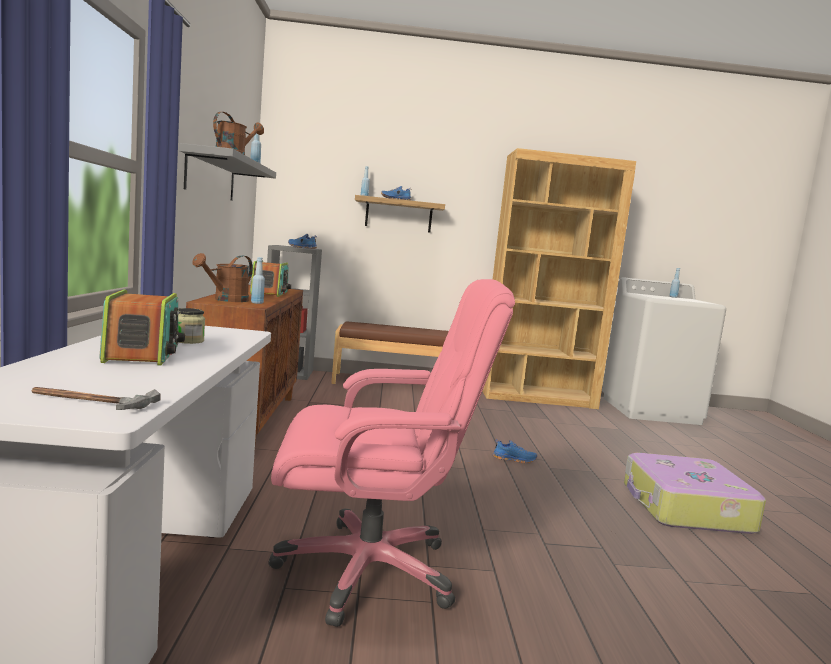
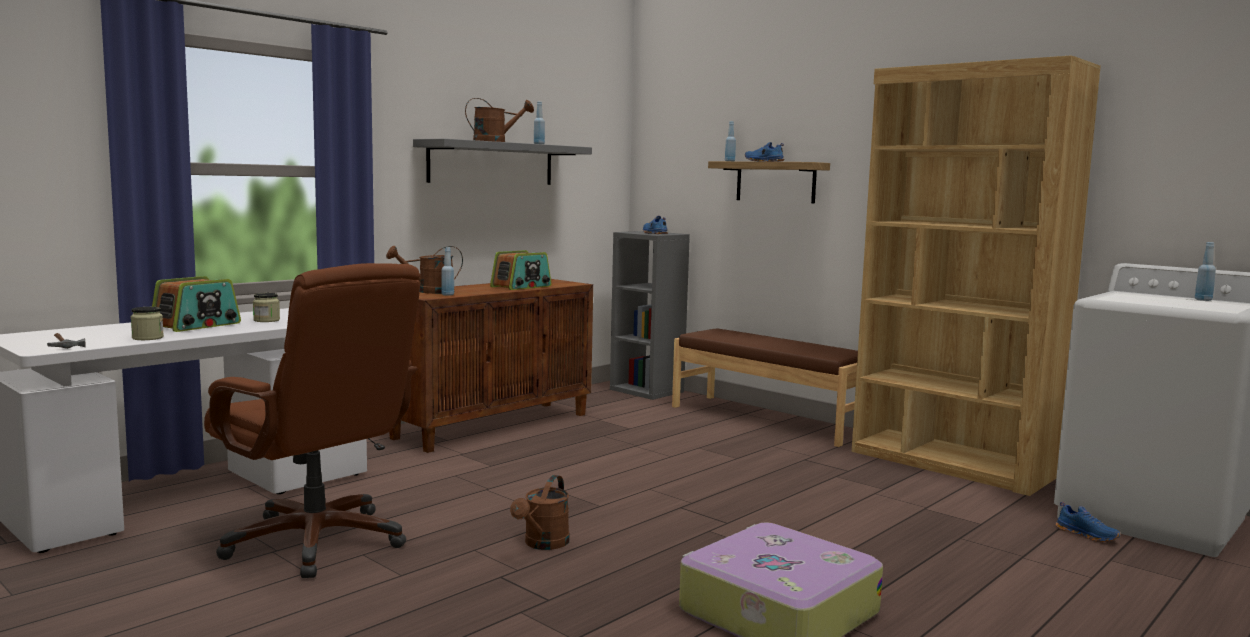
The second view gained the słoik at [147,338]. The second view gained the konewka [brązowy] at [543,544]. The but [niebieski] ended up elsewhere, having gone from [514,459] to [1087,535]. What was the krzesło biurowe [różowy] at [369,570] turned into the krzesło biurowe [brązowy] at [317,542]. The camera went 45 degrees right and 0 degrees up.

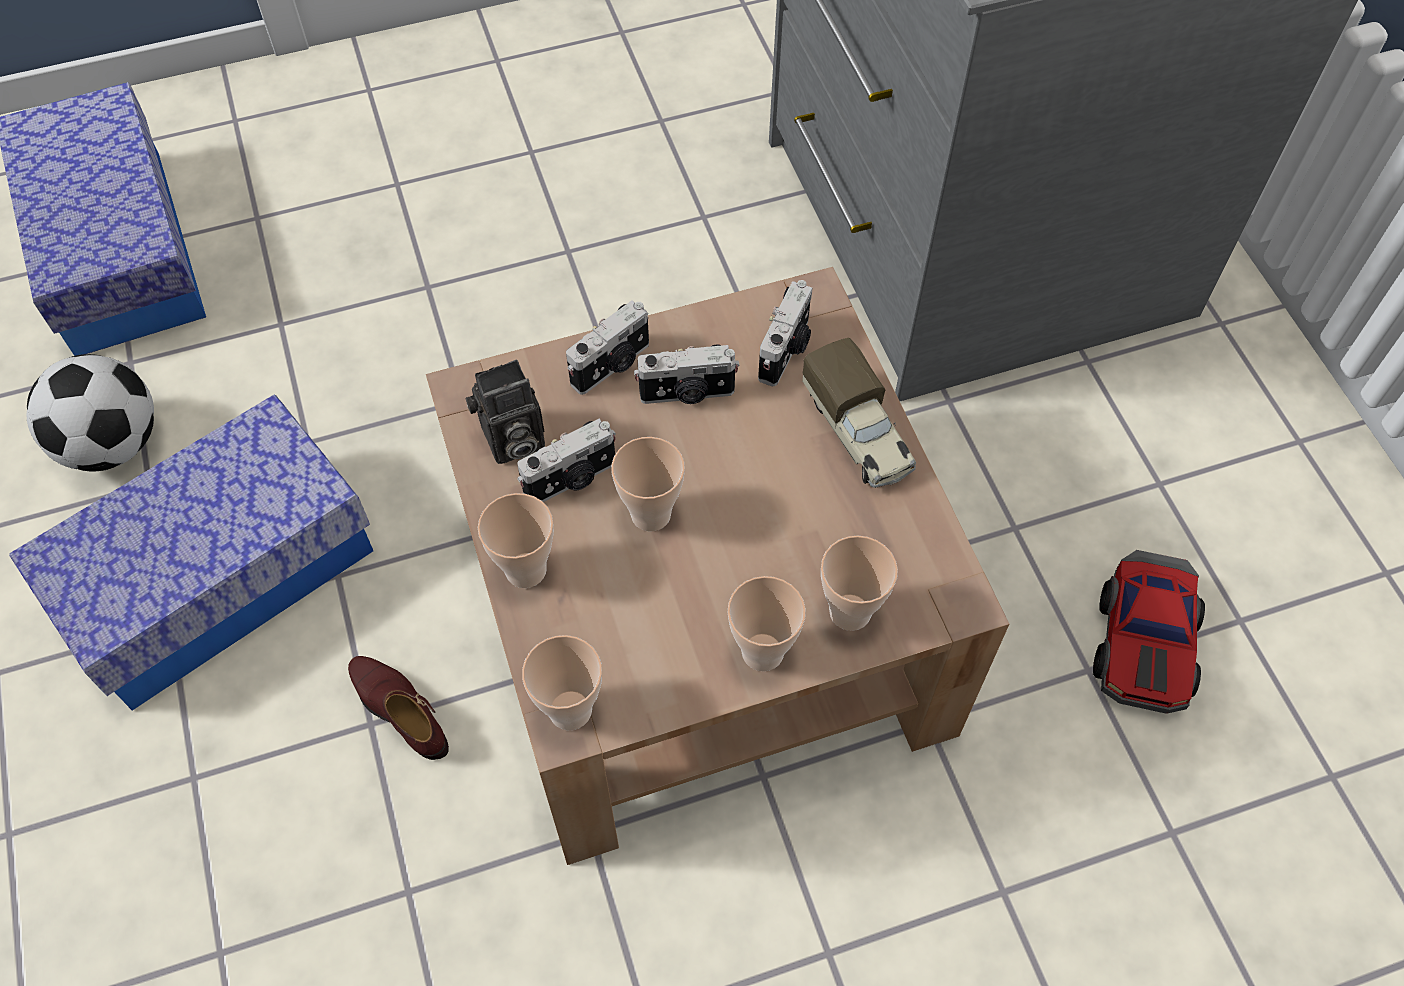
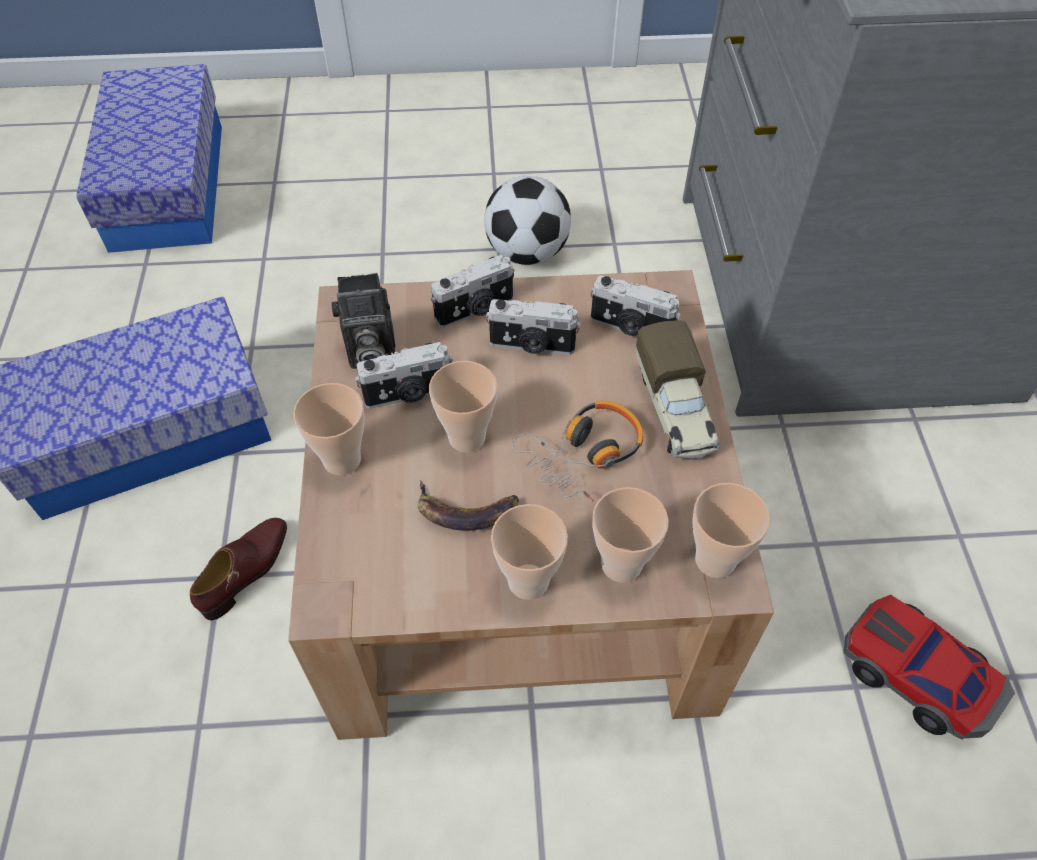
The second view gained the banan at [466,510]. The second view gained the słuchawki at [584,455]. The piłka futbolowa ended up elsewhere, having gone from [112,445] to [527,253]. The filiżanka ended up elsewhere, having gone from [570,710] to [715,560]. The but [brązowy] at [400,710] ended up facing another way, 60 degrees clockwise from before. The aparat fotograficzny at [786,350] ended up facing another way, 75 degrees clockwise from before. The samochodzik at [1145,643] ended up facing another way, 105 degrees clockwise from before. The camera went 15 degrees right and 5 degrees down.

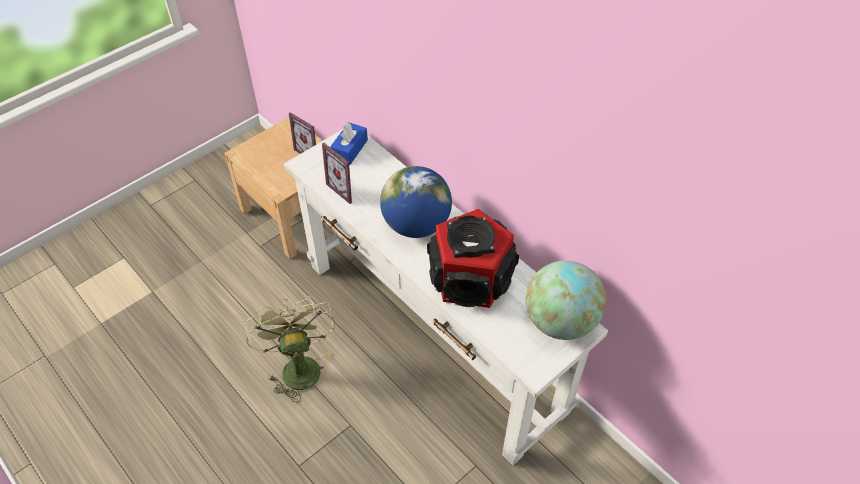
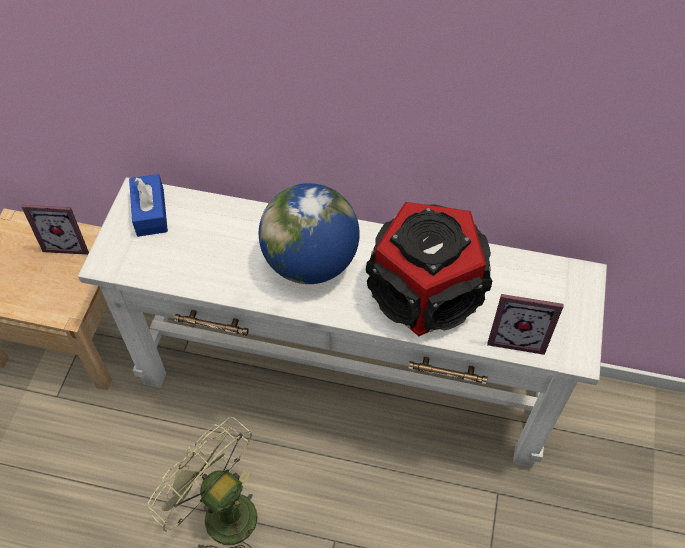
The second view lost the globus at [560,321]. The ramka na zdjęcie ended up elsewhere, having gone from [346,188] to [517,335]. The camera went 35 degrees left and 5 degrees up.

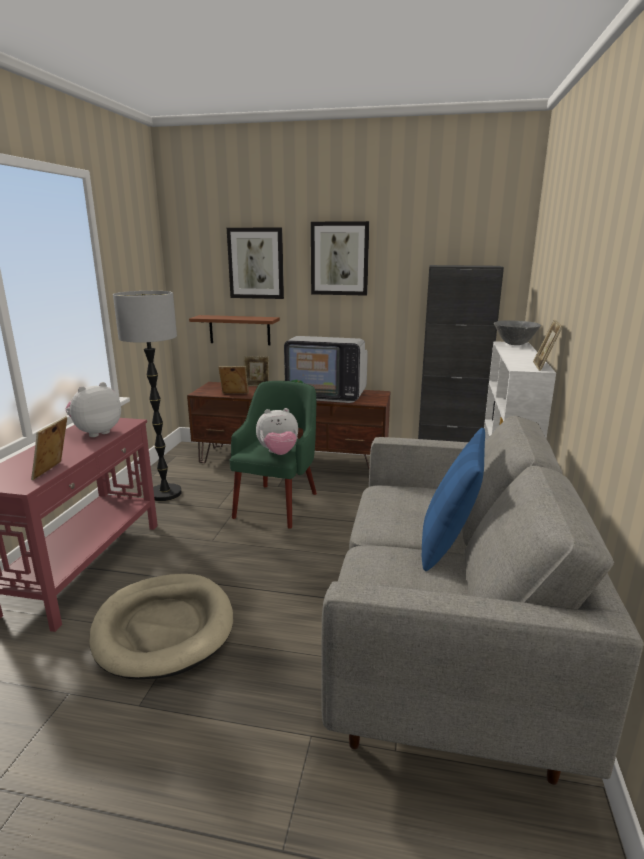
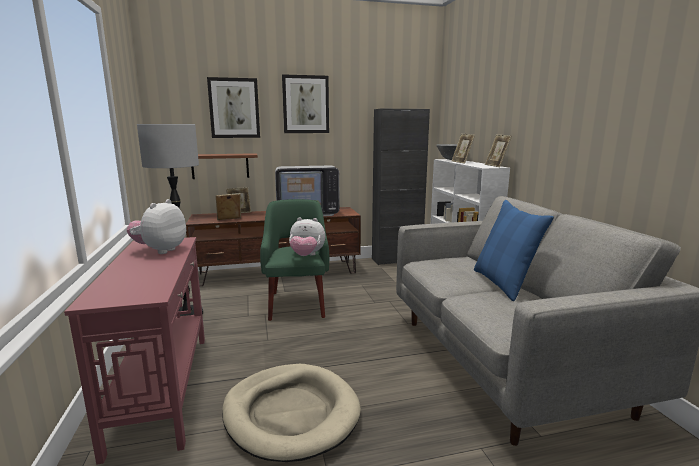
The ramka na zdjęcie ended up elsewhere, having gone from [53,471] to [461,162]. The pluszak at [278,453] ended up facing another way, 45 degrees clockwise from before. The camera went 25 degrees left and 5 degrees down.

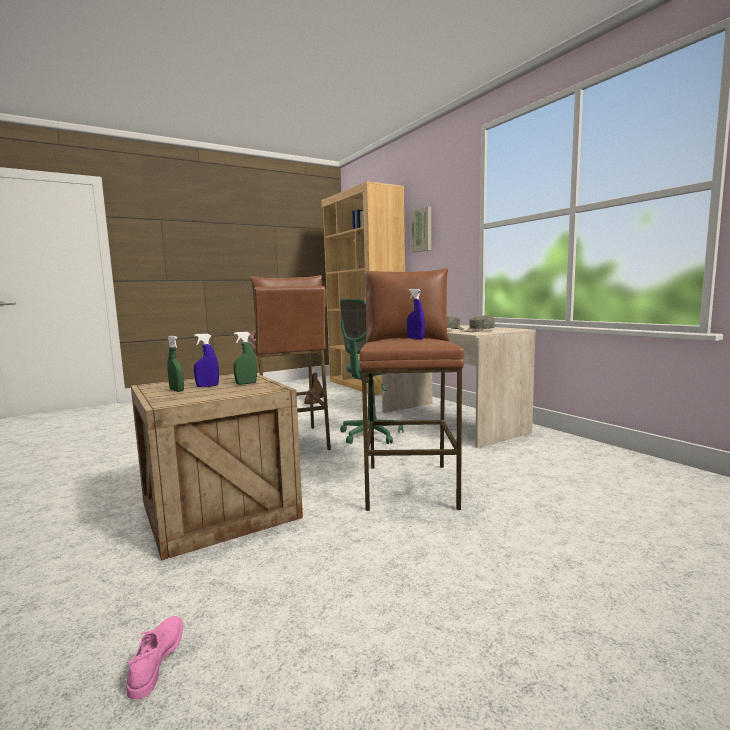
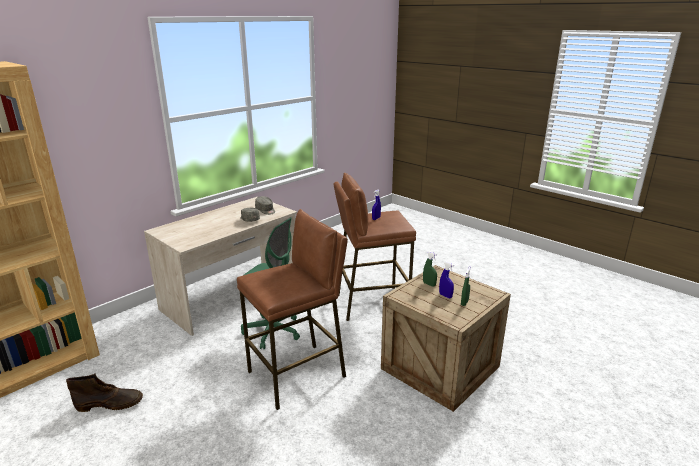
The second view lost the but [różowy] at [157,661]. The second view lost the obraz at [422,230]. The camera went 105 degrees left and 15 degrees up.

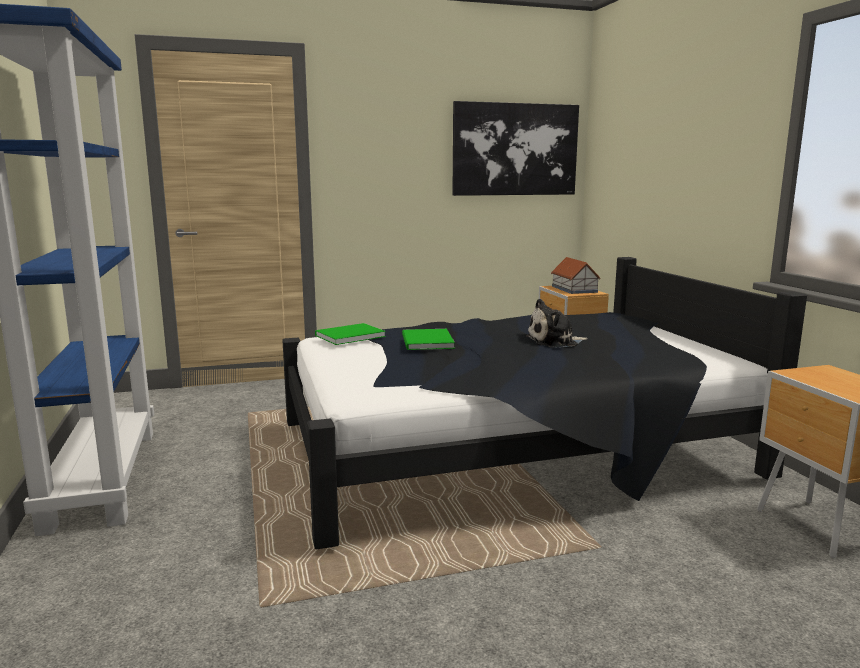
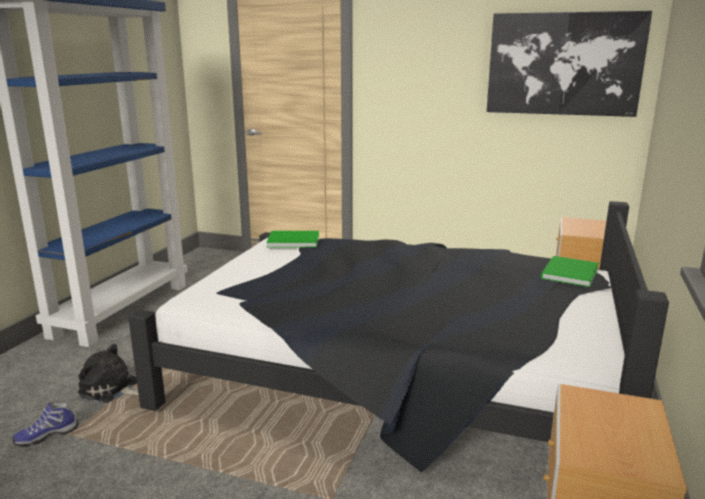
The second view lost the domek at [574,289]. The second view gained the but at [47,435]. The książka [zielony] ended up elsewhere, having gone from [426,342] to [568,273]. The pluszak ended up elsewhere, having gone from [555,342] to [111,389]. The camera went 35 degrees right and 5 degrees up.

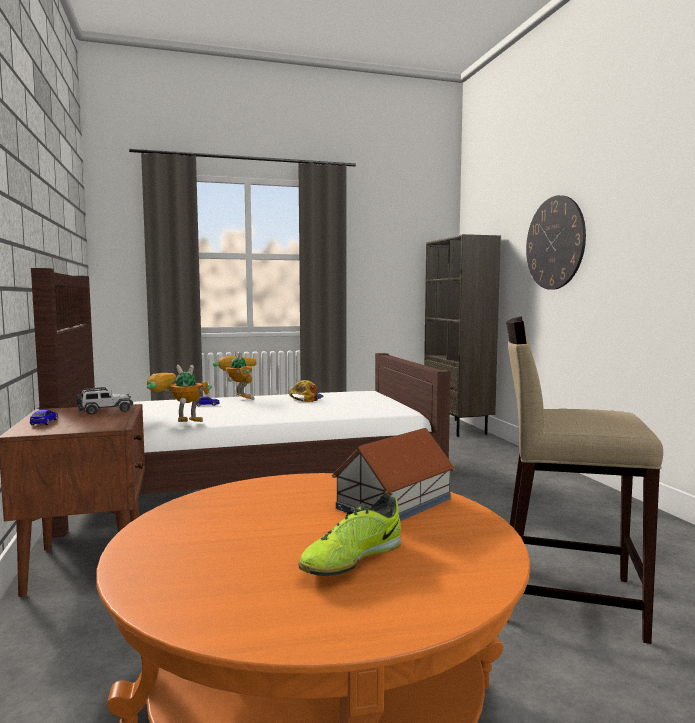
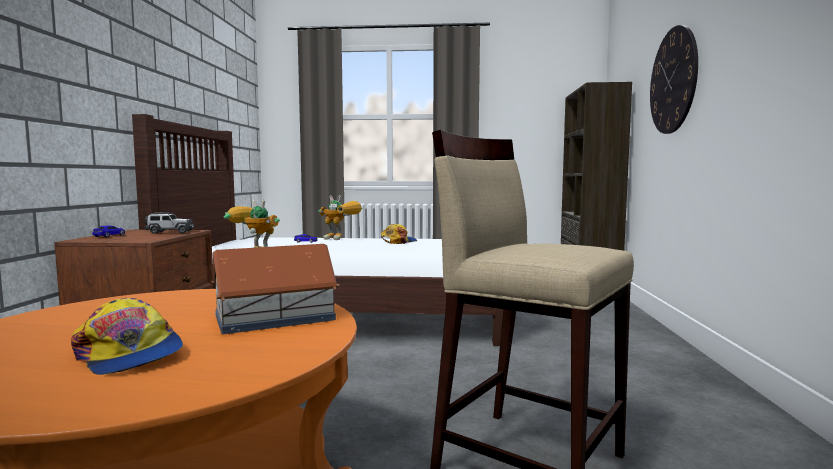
Where the but stood at [352,560], the czapka z daszkiem came to stand at [129,354]. The robot zabawkowy at [238,398] ended up facing another way, 120 degrees clockwise from before. The camera went 20 degrees right and 0 degrees up.

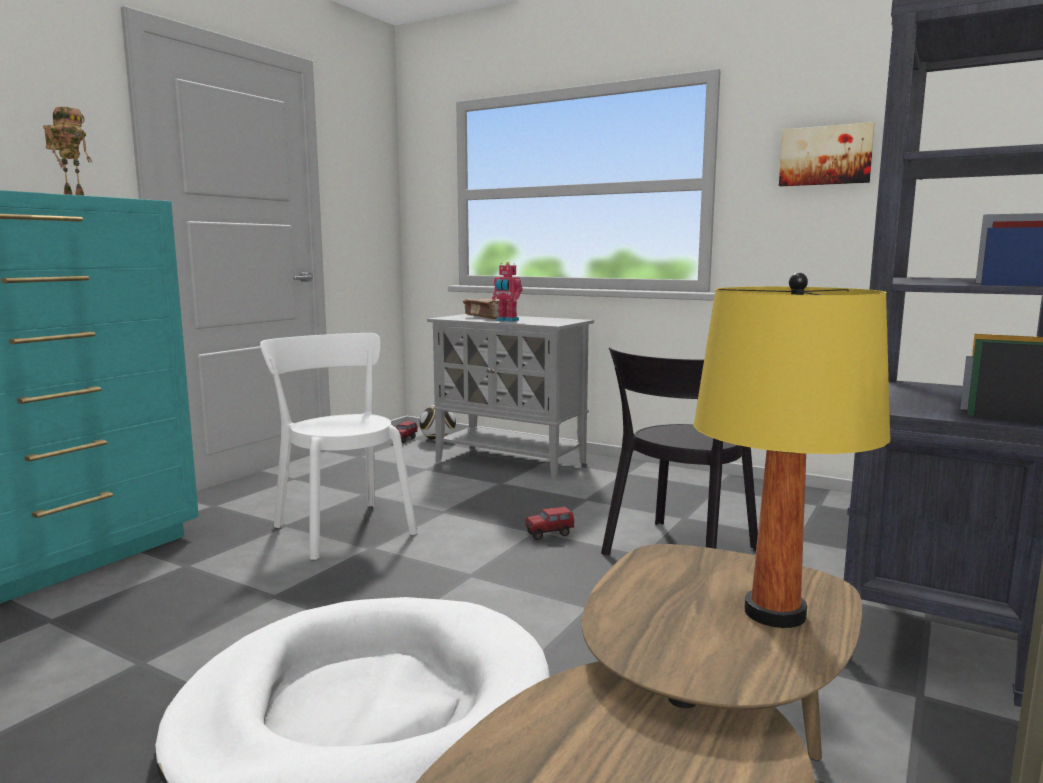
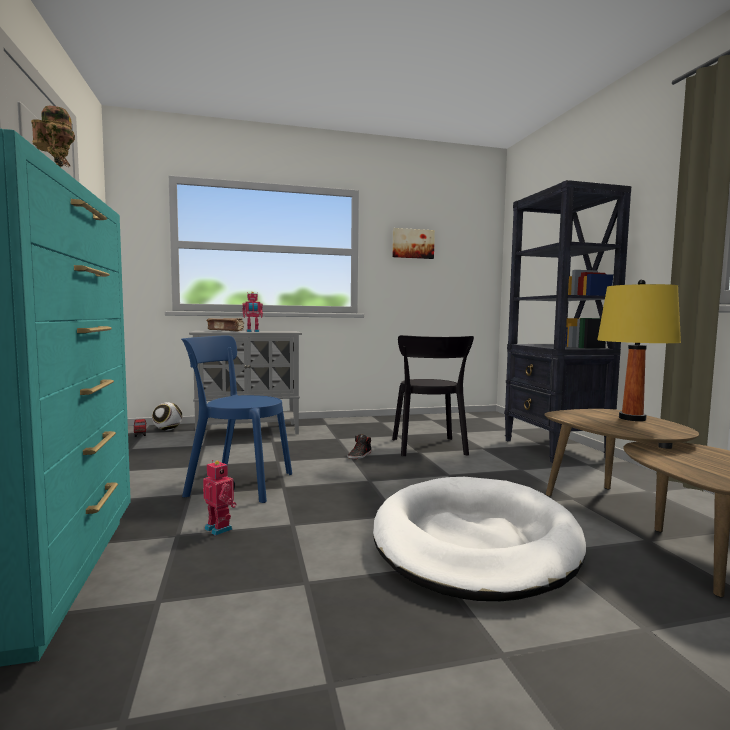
The second view gained the robot zabawkowy at [220,528]. Where the ciężarówka zabawkowa stood at [549,534], the but [czarny] came to stand at [360,455]. What was the krzesło [biały] at [342,527] turned into the krzesło [niebieski] at [235,484]. The camera went 45 degrees left and 5 degrees down.

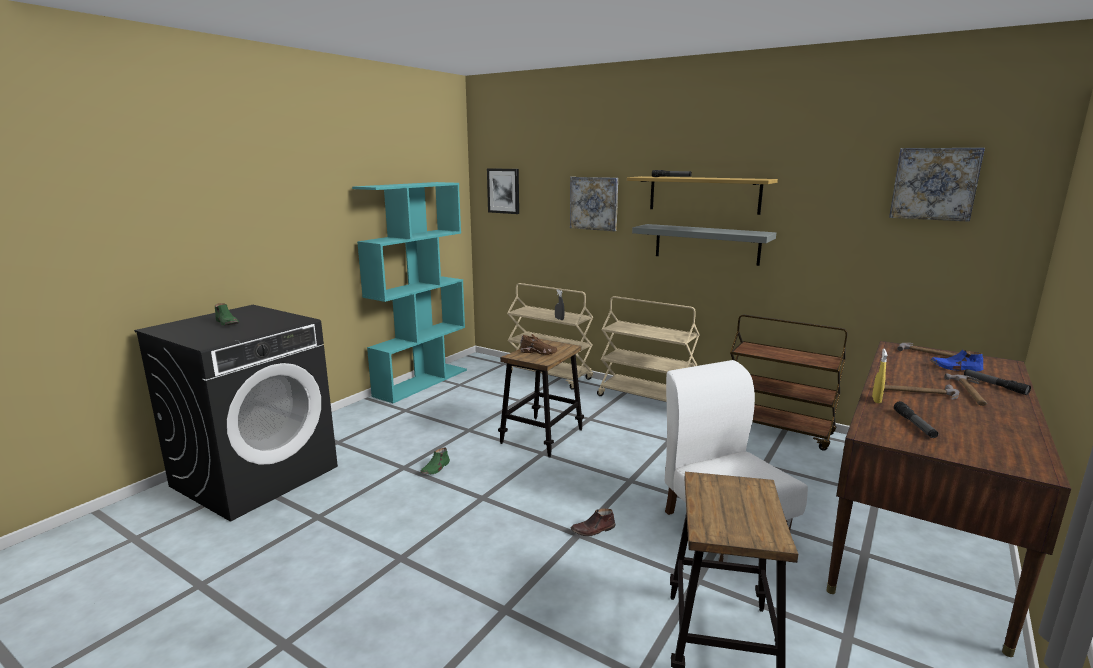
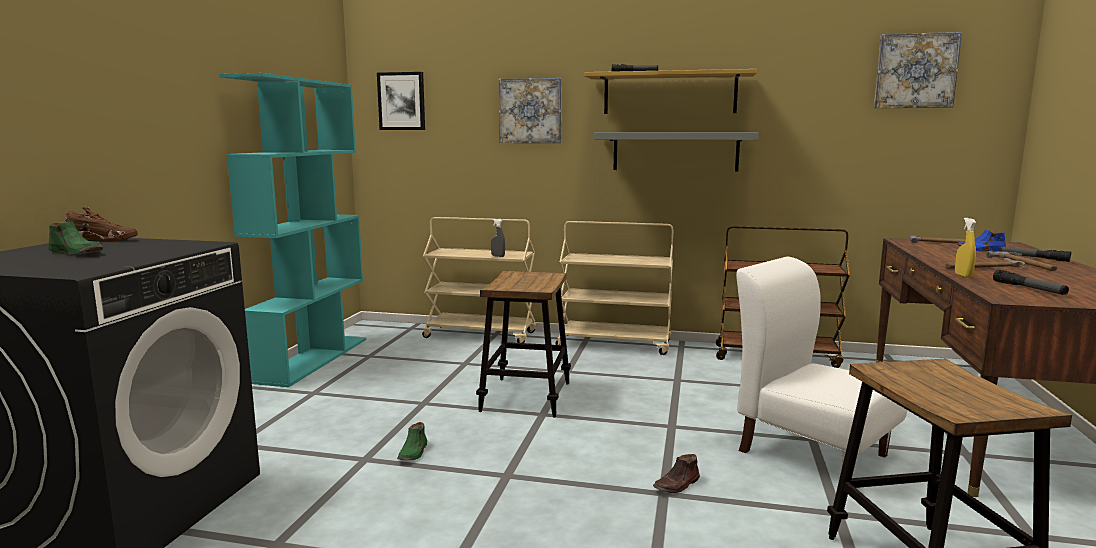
The but [brązowy] ended up elsewhere, having gone from [538,352] to [103,240]. The camera went 20 degrees left and 5 degrees down.

